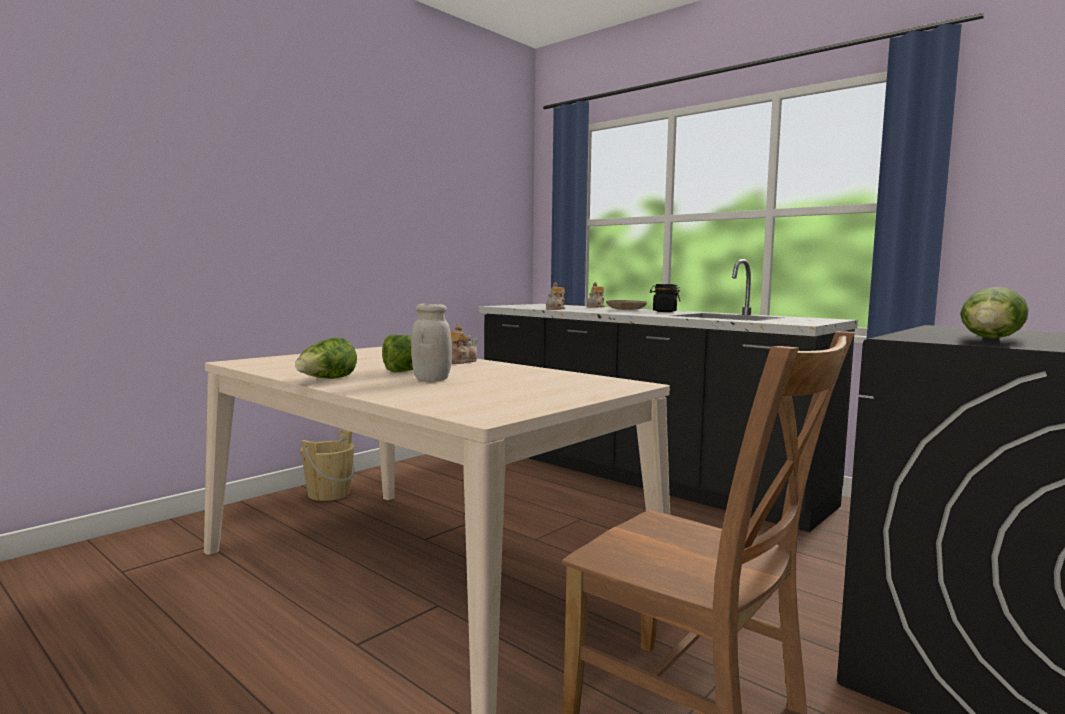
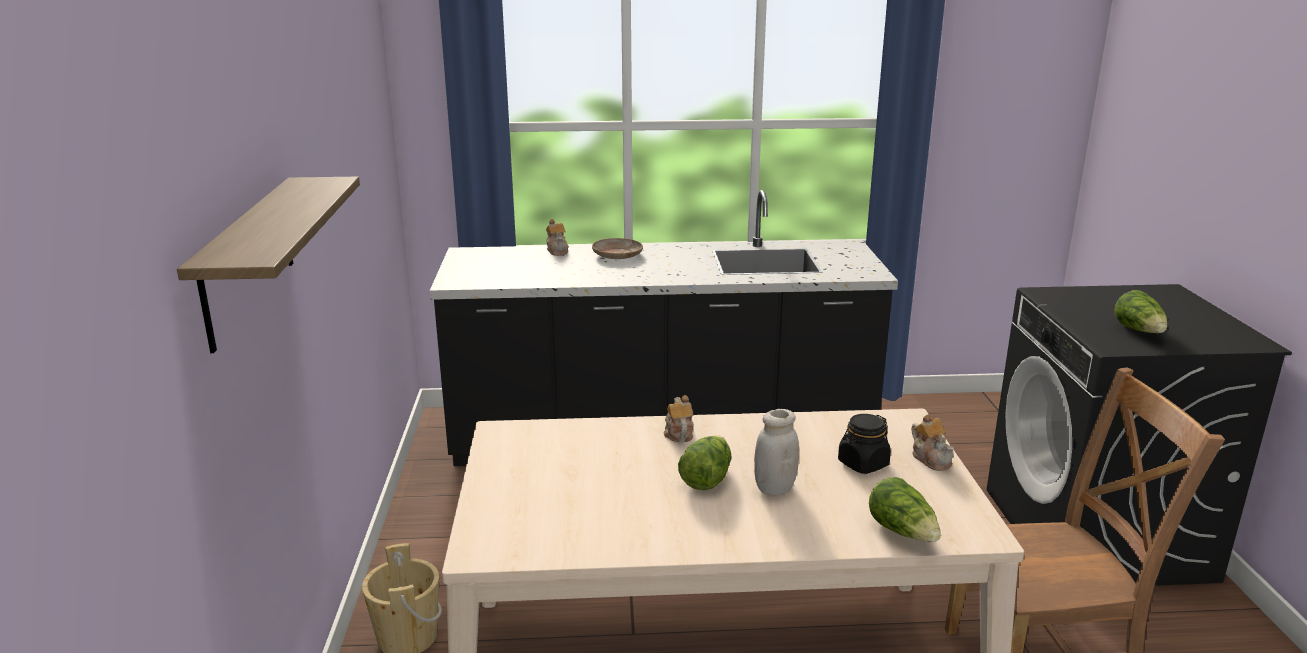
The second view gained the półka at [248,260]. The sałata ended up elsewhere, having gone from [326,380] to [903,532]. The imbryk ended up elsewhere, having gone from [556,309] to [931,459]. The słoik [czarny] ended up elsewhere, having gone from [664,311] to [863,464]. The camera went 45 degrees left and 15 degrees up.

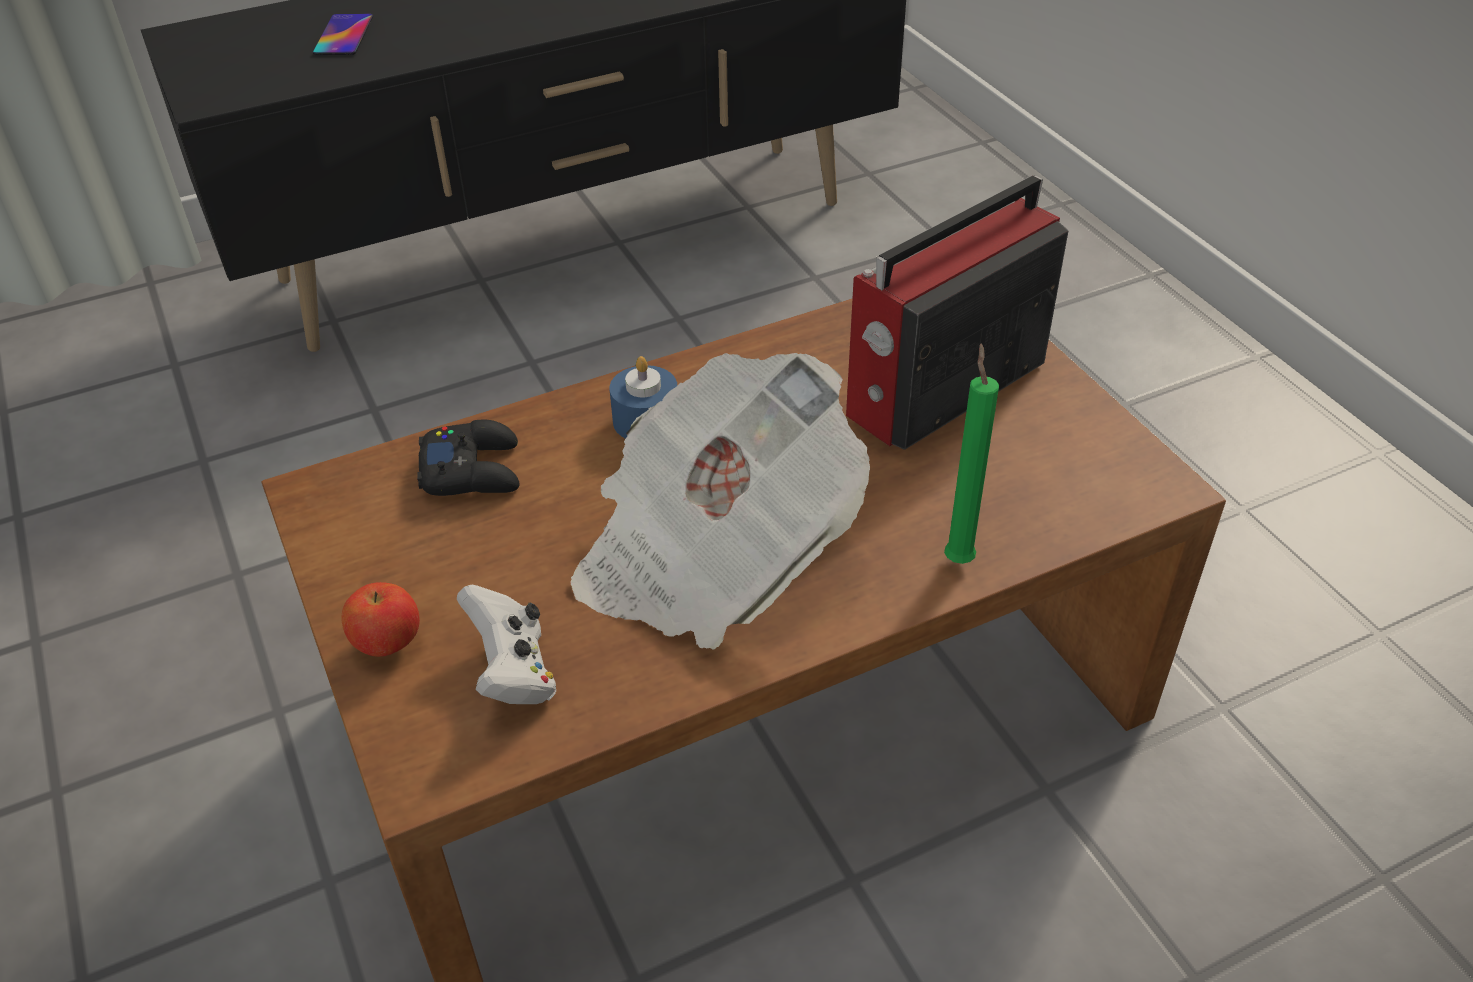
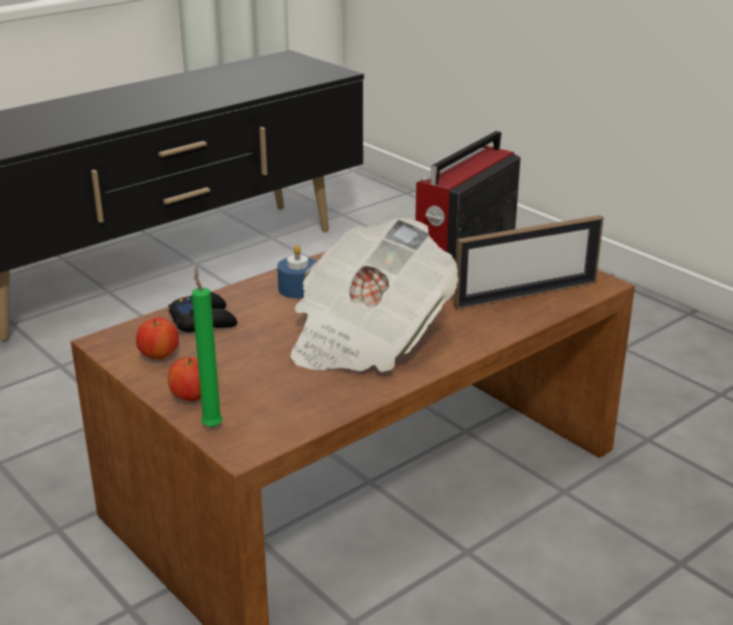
The second view lost the telefon at [344,35]. The second view lost the pad do gier [biały] at [513,673]. The second view gained the jabłko at [159,357]. The second view gained the ramka na zdjęcie at [526,295]. The świeca [zielony] ended up elsewhere, having gone from [958,557] to [212,425]. The camera went 15 degrees left and 15 degrees down.

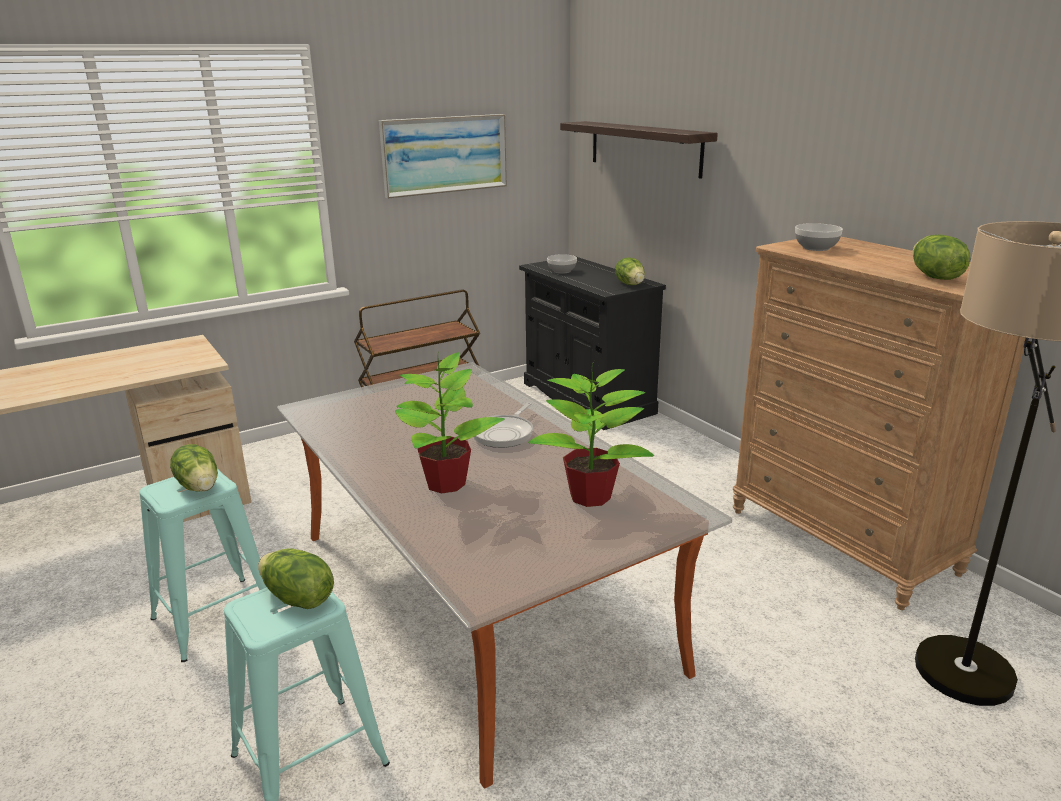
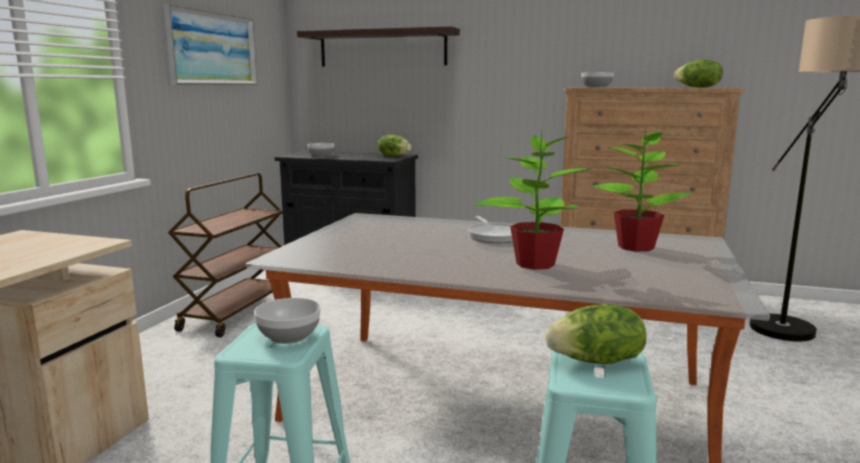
Where the sałata stood at [200,486], the miska came to stand at [288,336]. The camera went 40 degrees left and 10 degrees down.

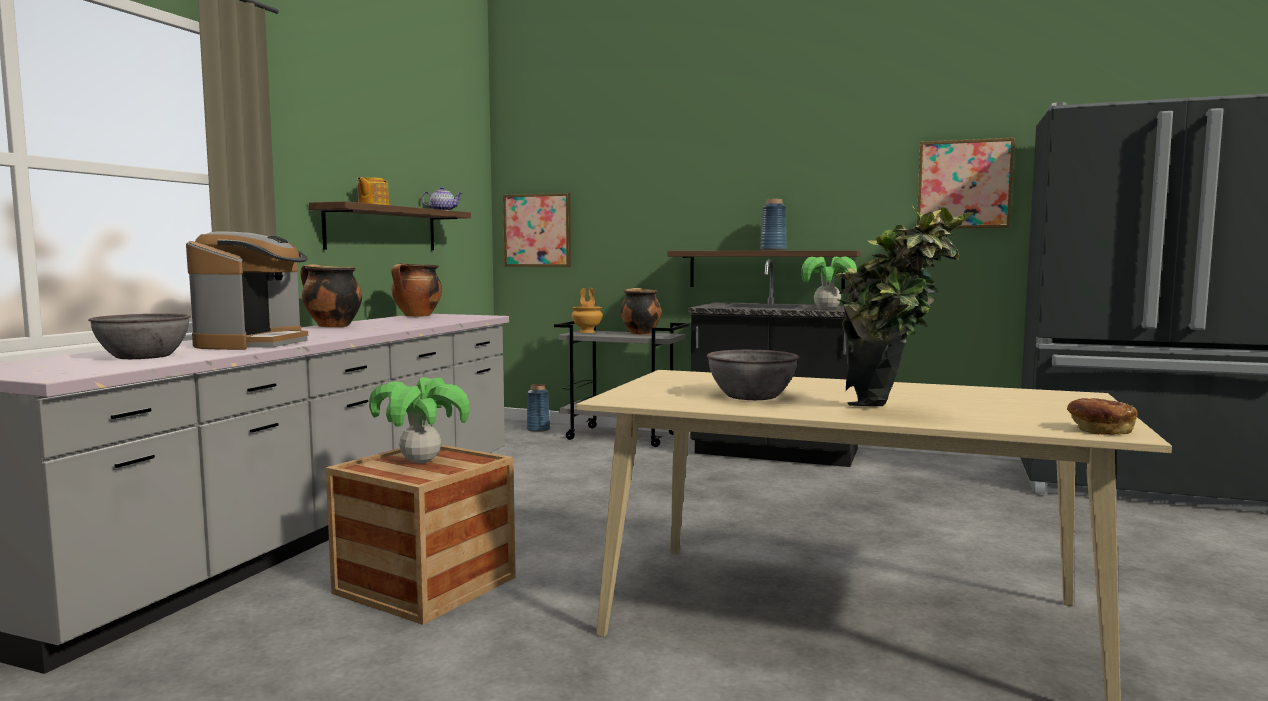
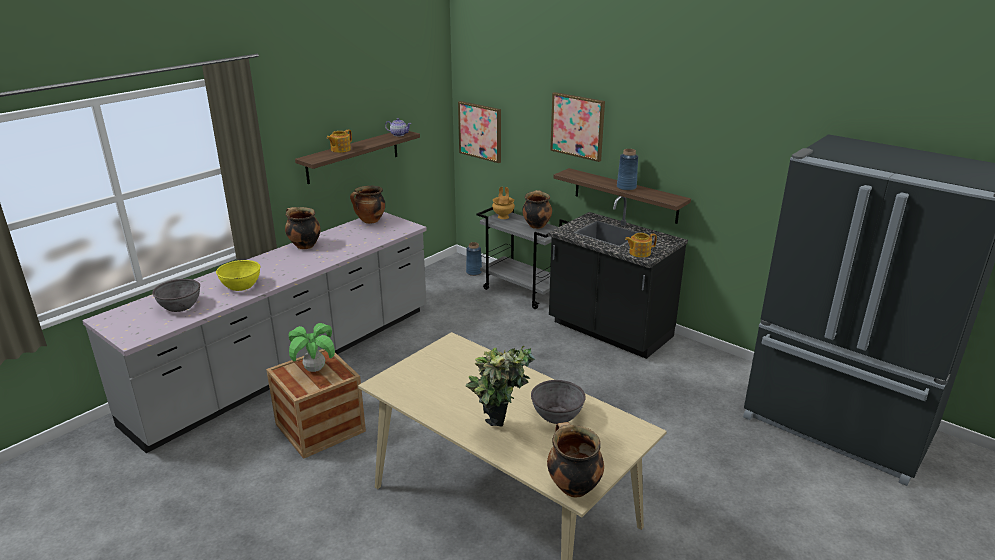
The miska [szary] ended up elsewhere, having gone from [751,396] to [557,415]. The obraz ended up elsewhere, having gone from [964,184] to [577,126]. Where the ekspres do kawy stood at [253,343], the miska [żółty] came to stand at [241,285]. Where the roślina doniczkowa stood at [826,309], the imbryk came to stand at [639,253]. Where the chleb stood at [1099,430], the garnek came to stand at [572,486]. The camera went 20 degrees right and 20 degrees up.

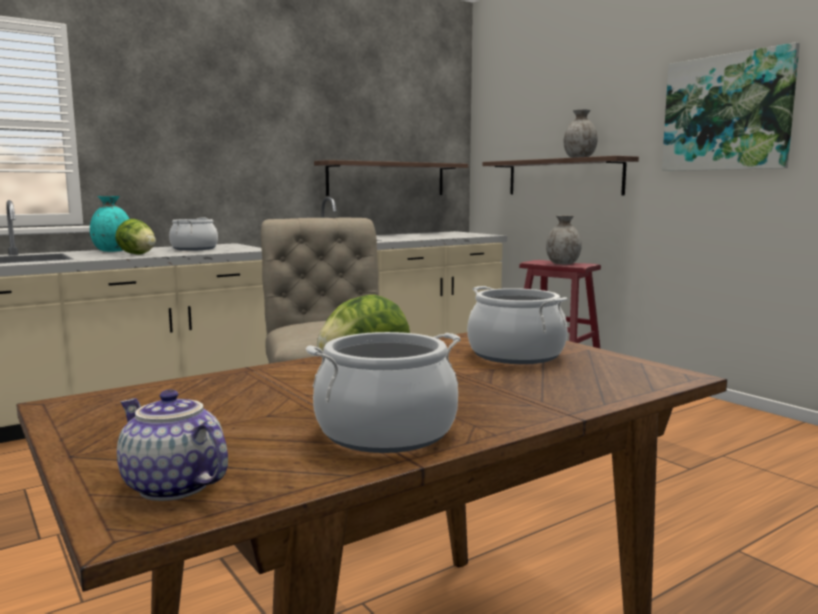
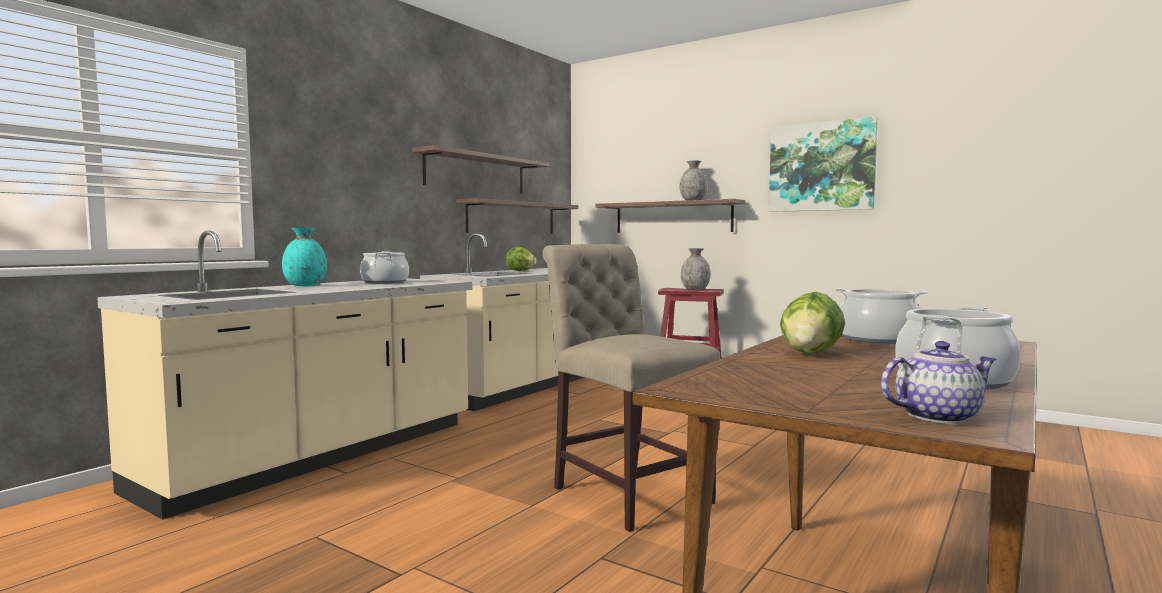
The second view gained the półka at [476,173]. The sałata ended up elsewhere, having gone from [137,254] to [520,270]. The imbryk at [171,486] ended up facing another way, 150 degrees clockwise from before. The camera went 20 degrees left and 5 degrees down.

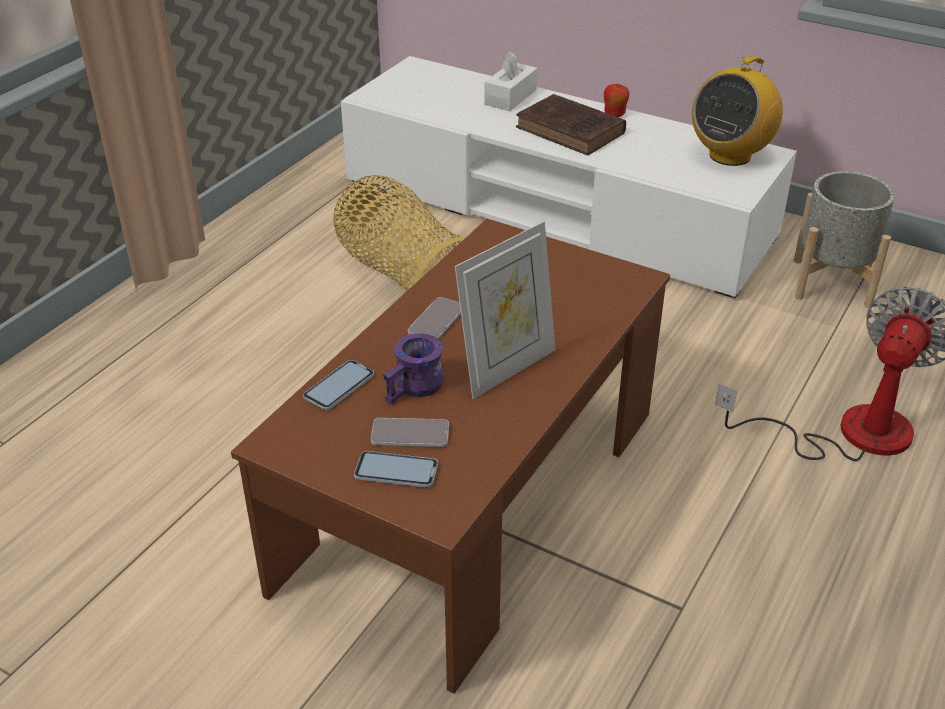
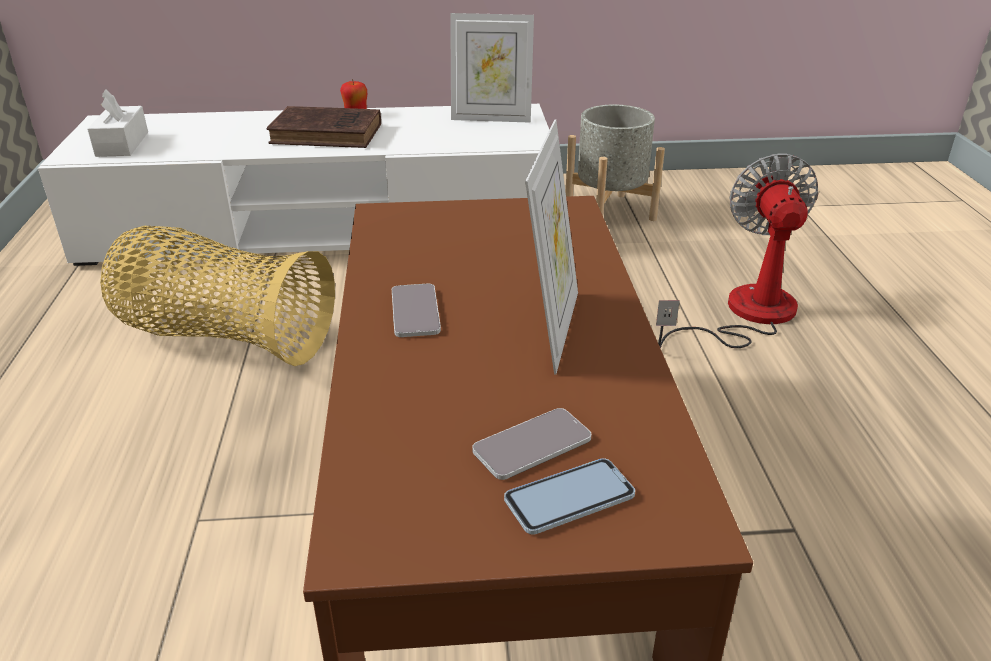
The second view lost the telefon at [339,386]. The second view lost the kubek [fioletowy] at [416,388]. The pudełko chusteczek [biały] ended up elsewhere, having gone from [510,97] to [122,144]. Where the radio stood at [730,155], the ramka na zdjęcie came to stand at [491,118]. The camera went 35 degrees left and 5 degrees down.

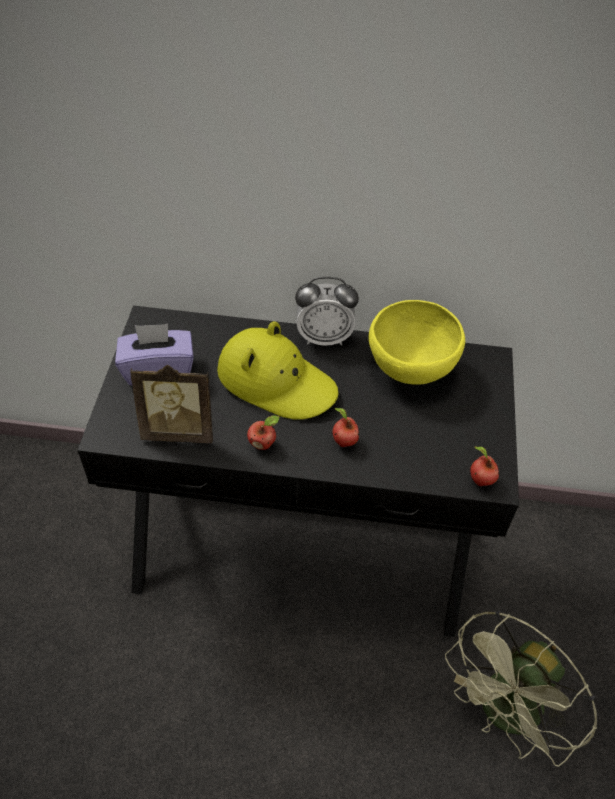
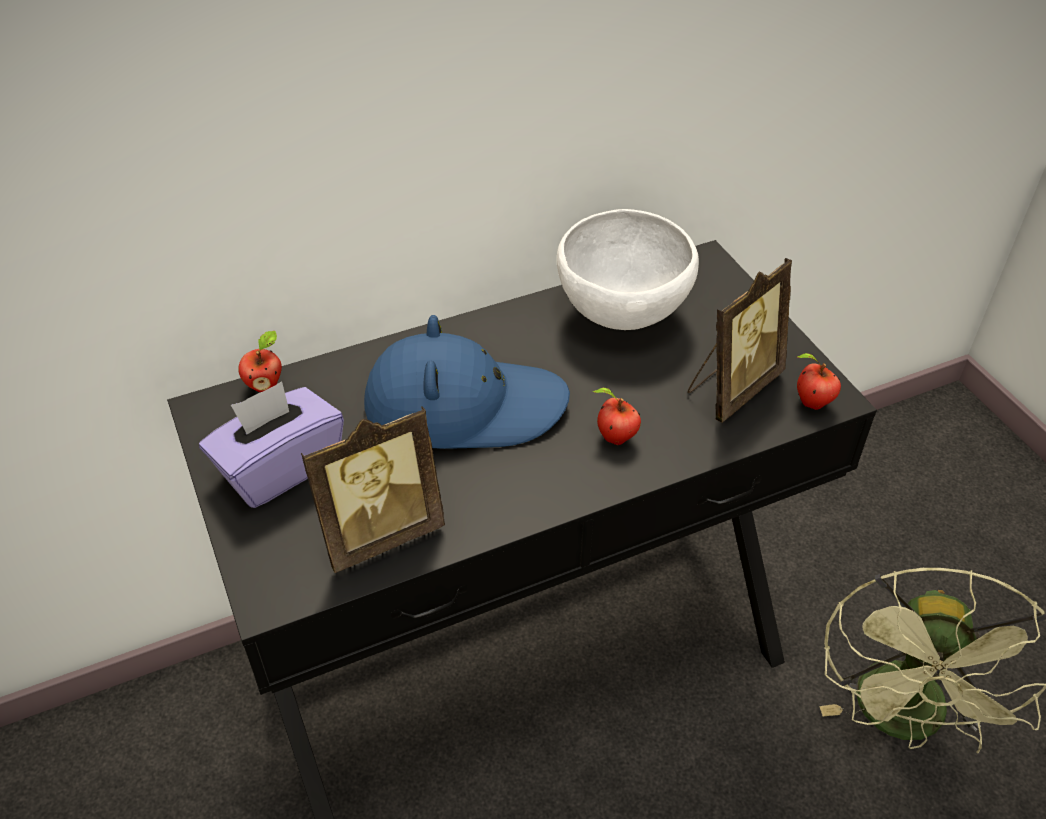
The second view lost the budzik at [324,337]. The second view gained the ramka na zdjęcie at [732,387]. The jabłko ended up elsewhere, having gone from [263,444] to [265,385]. What was the kapelusz [żółty] at [276,381] turned into the kapelusz [niebieski] at [464,405]. What was the miska [żółty] at [410,369] turned into the miska [biały] at [622,314]. The camera went 30 degrees left and 5 degrees down.

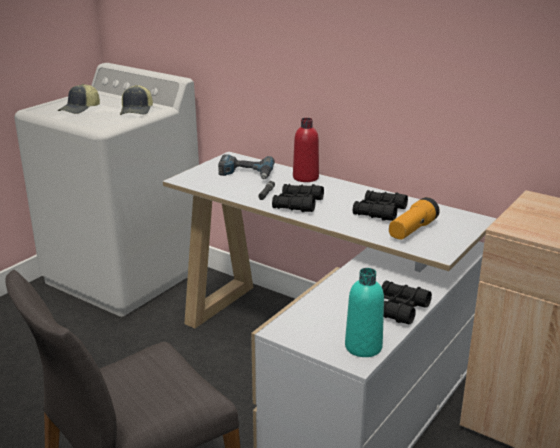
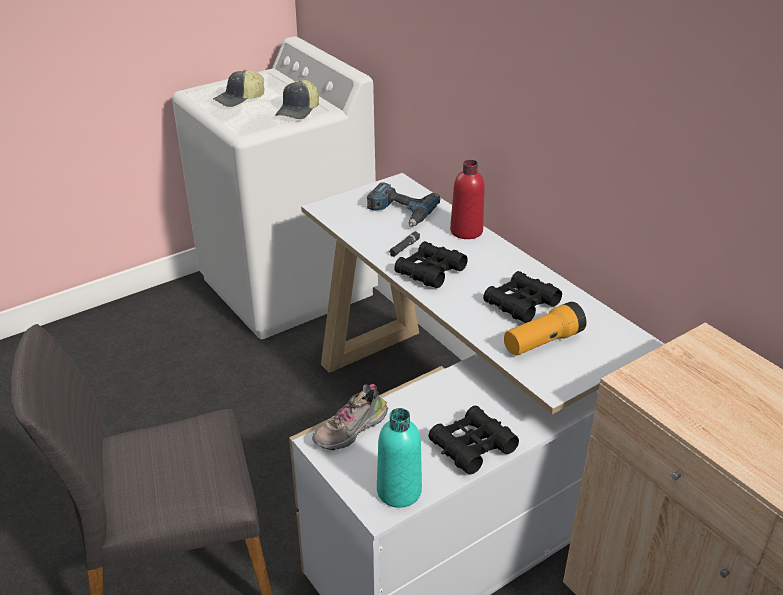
The second view gained the but at [351,430]. The camera went 20 degrees right and 10 degrees up.

